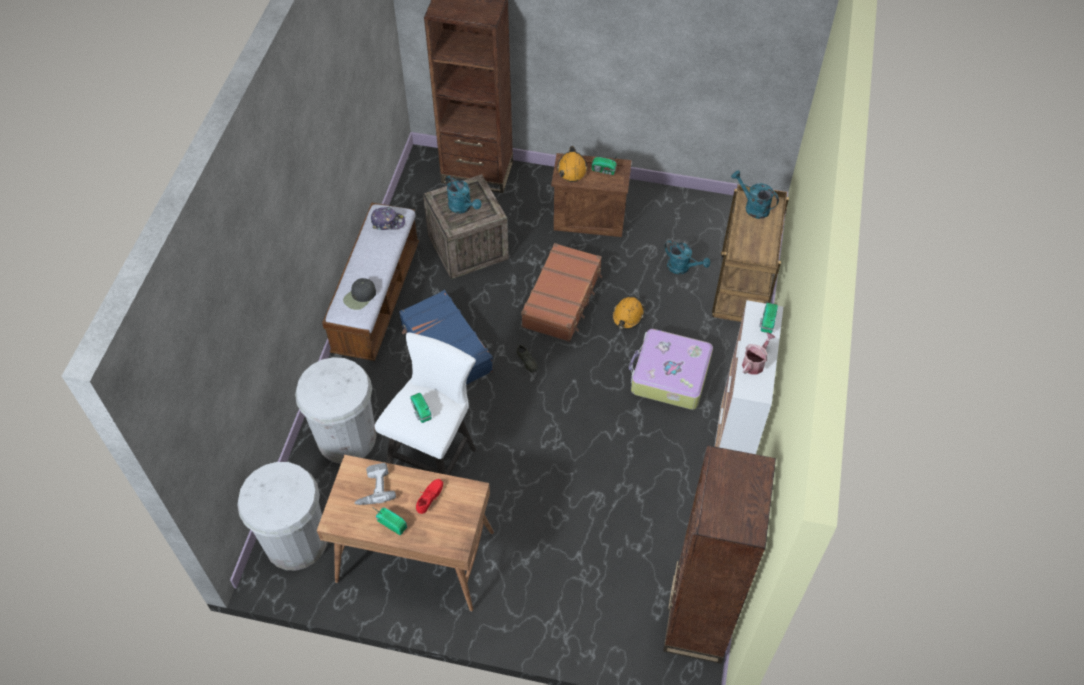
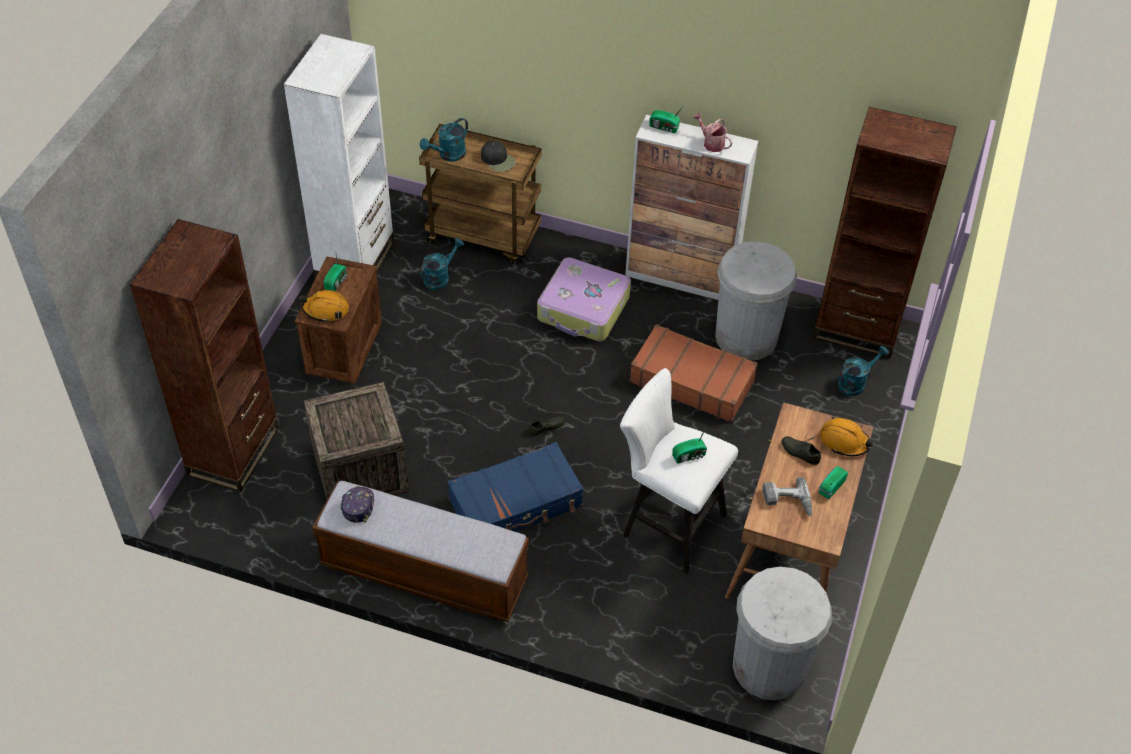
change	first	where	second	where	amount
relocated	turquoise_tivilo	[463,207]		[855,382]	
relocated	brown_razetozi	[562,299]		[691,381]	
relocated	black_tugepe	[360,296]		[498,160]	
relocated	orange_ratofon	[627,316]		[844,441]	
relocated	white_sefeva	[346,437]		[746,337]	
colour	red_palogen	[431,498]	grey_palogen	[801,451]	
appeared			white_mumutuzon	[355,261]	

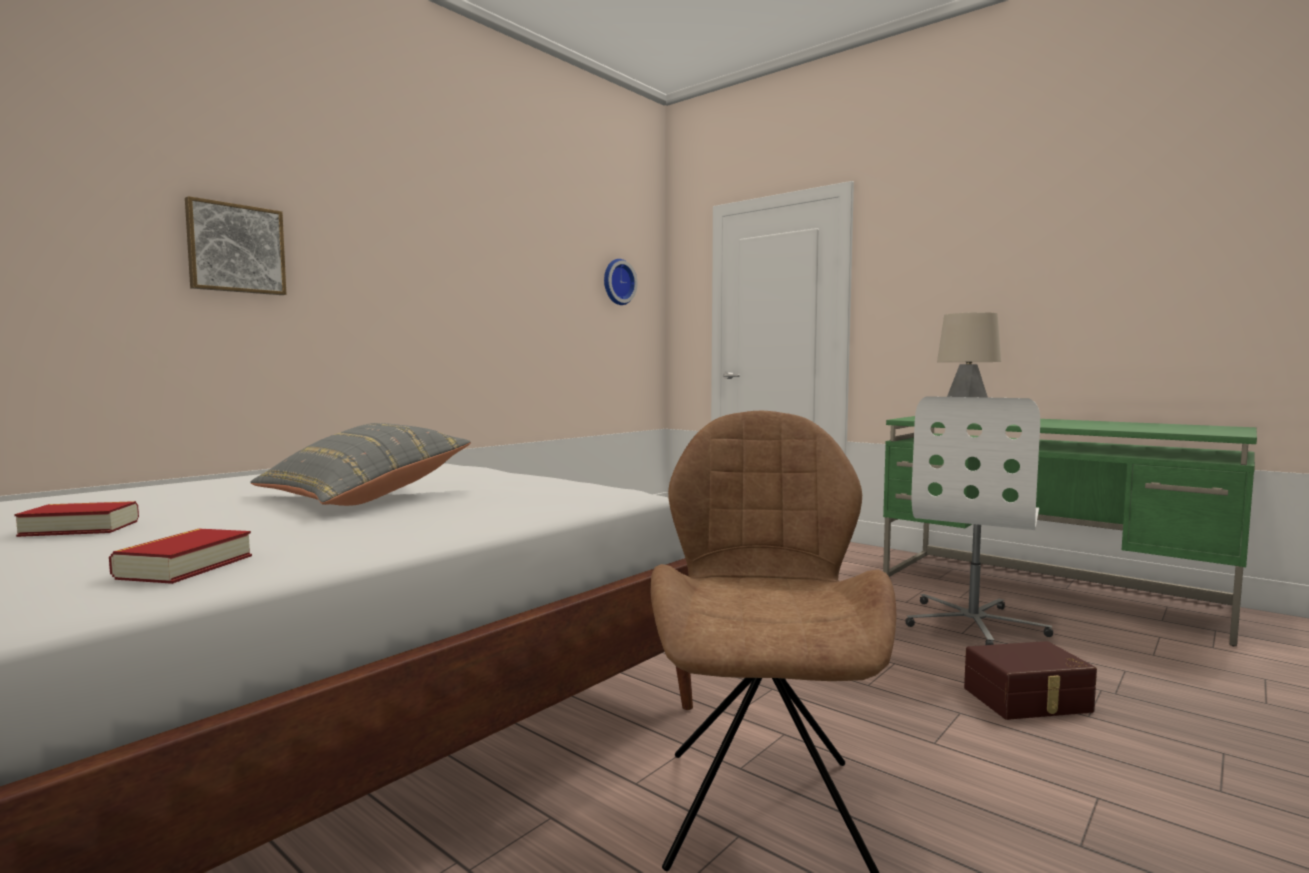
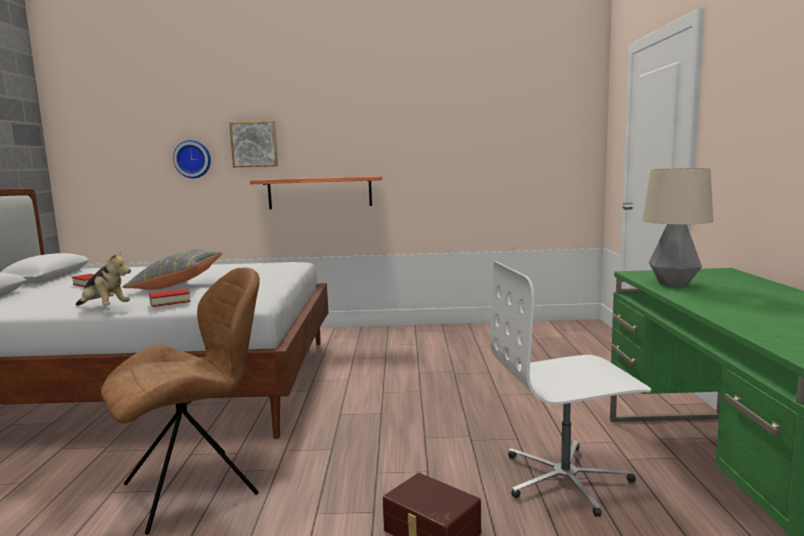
change	first	where	second	where	amount
relocated	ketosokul	[617,282]		[193,159]	
relocated	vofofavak	[185,567]		[170,302]	
appeared			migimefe	[320,192]	
appeared			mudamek	[104,308]	

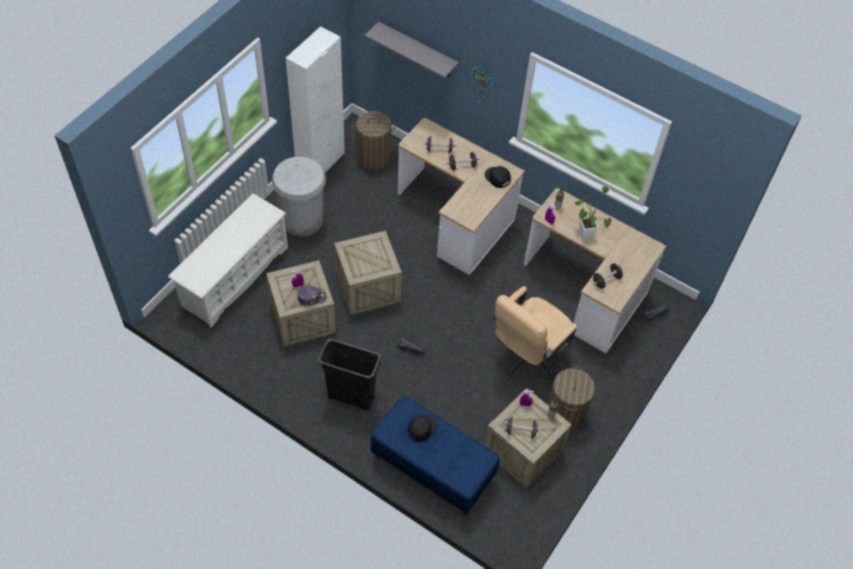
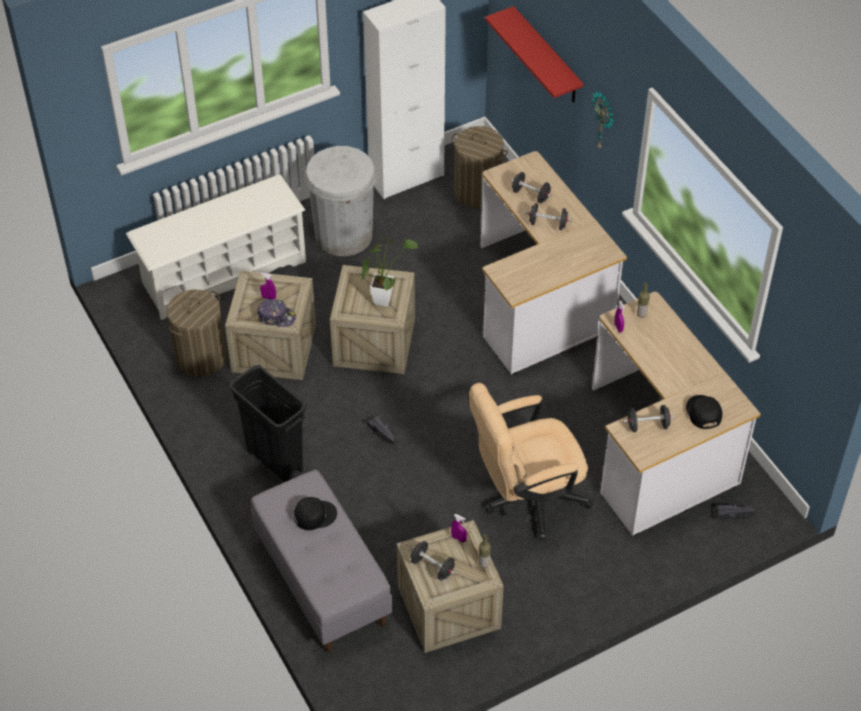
change	first	where	second	where	amount
colour	grey_migimefe	[417,50]	red_migimefe	[547,57]	
relocated	black_tugepe	[497,178]		[703,412]	
relocated	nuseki	[585,233]		[384,297]	
relocated	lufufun	[565,414]		[201,357]	
colour	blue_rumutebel	[432,468]	grey_rumutebel	[321,581]	

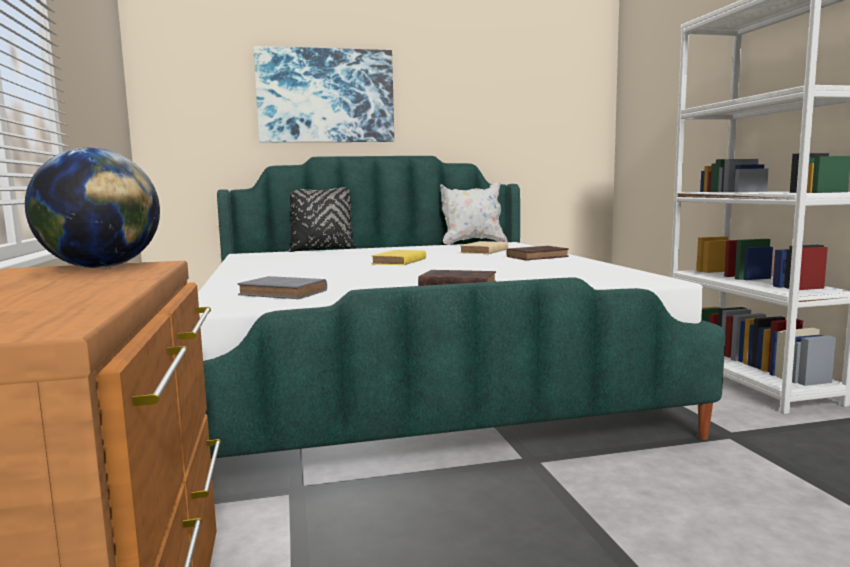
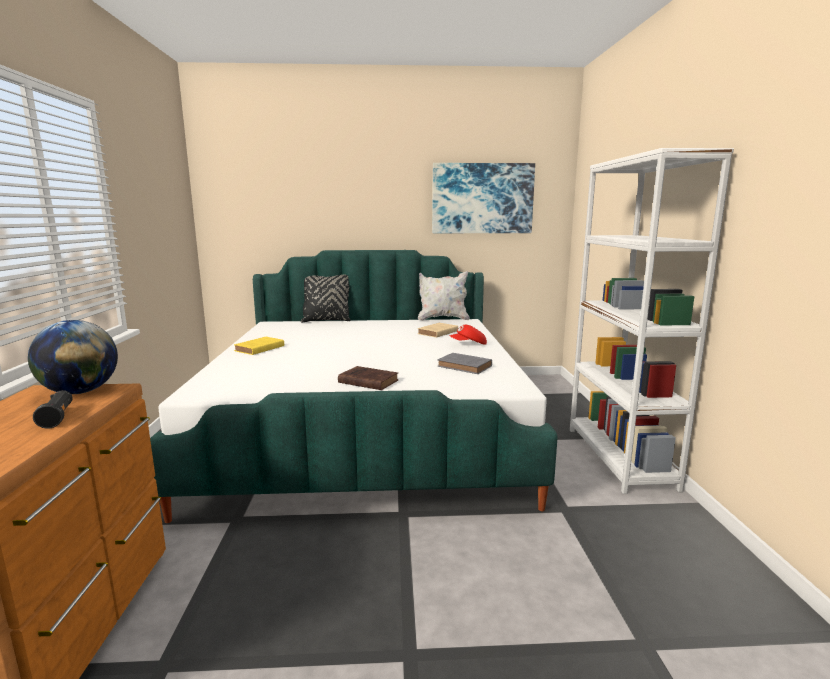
change	first	where	second	where	amount
relocated	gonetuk	[326,96]		[482,198]	
exchanged	brown_vofofavak	[538,257]	red_tugepe	[468,344]	
relocated	yellow_vofofavak	[398,262]		[258,349]	
relocated	grey_vofofavak	[285,293]		[466,366]	
appeared			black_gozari	[57,417]	

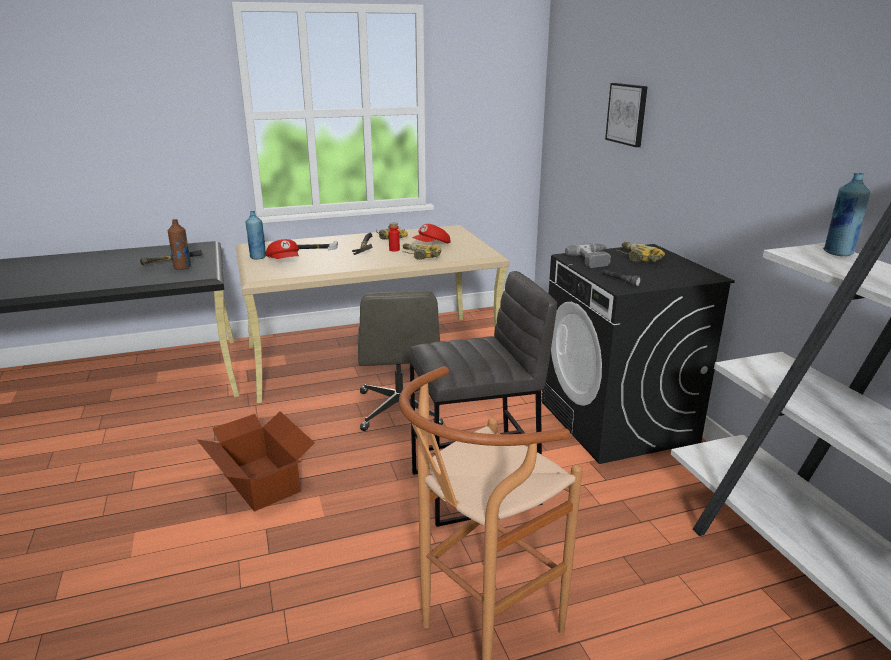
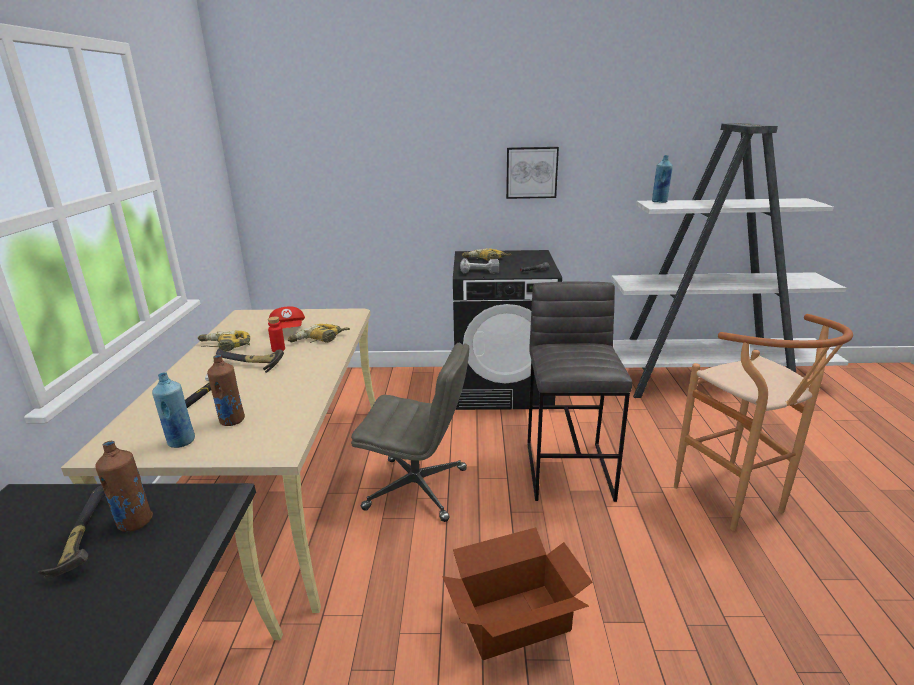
change	first	where	second	where	amount
relocated	gonetuk	[627,114]		[531,172]	
exchanged	red_tugepe	[284,261]	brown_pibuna	[231,420]	

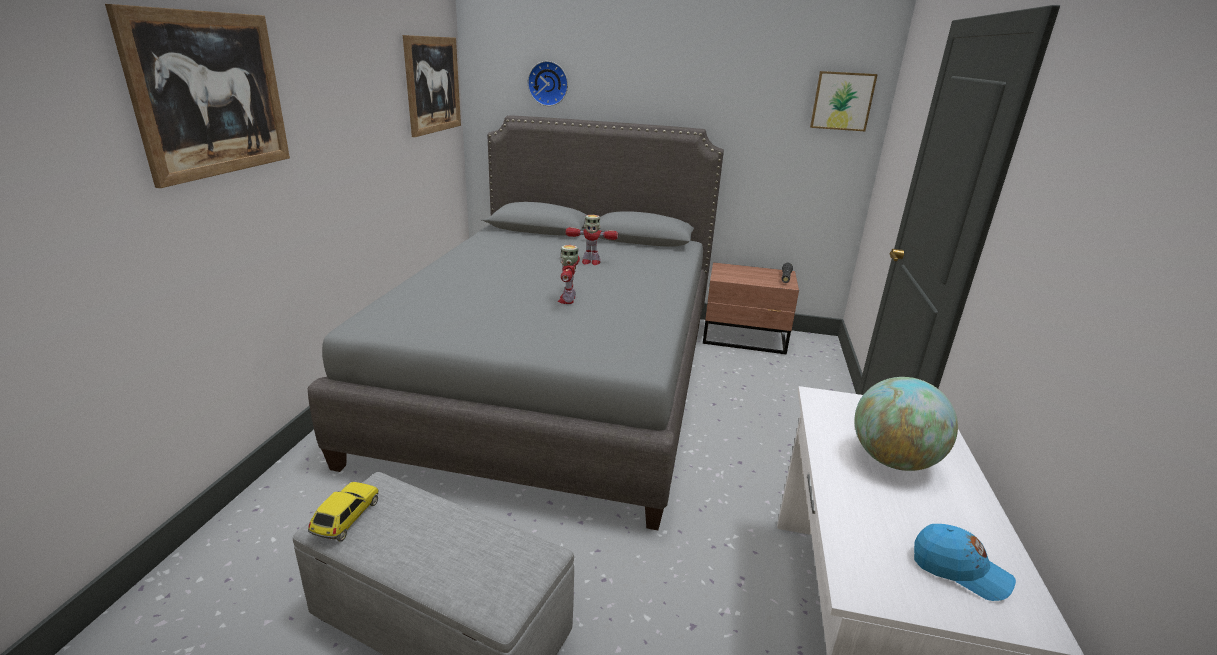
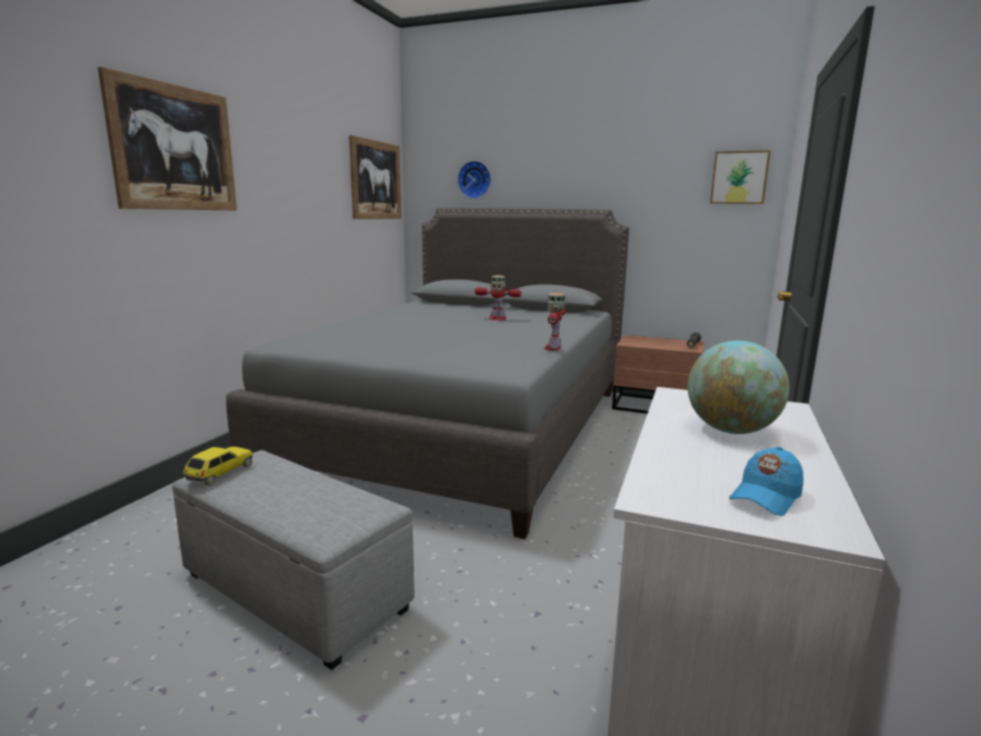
change	first	where	second	where	amount
relocated	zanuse	[568,299]		[553,348]	
spun	blue_tugepe	[959,571]		[766,497]	90 degrees clockwise

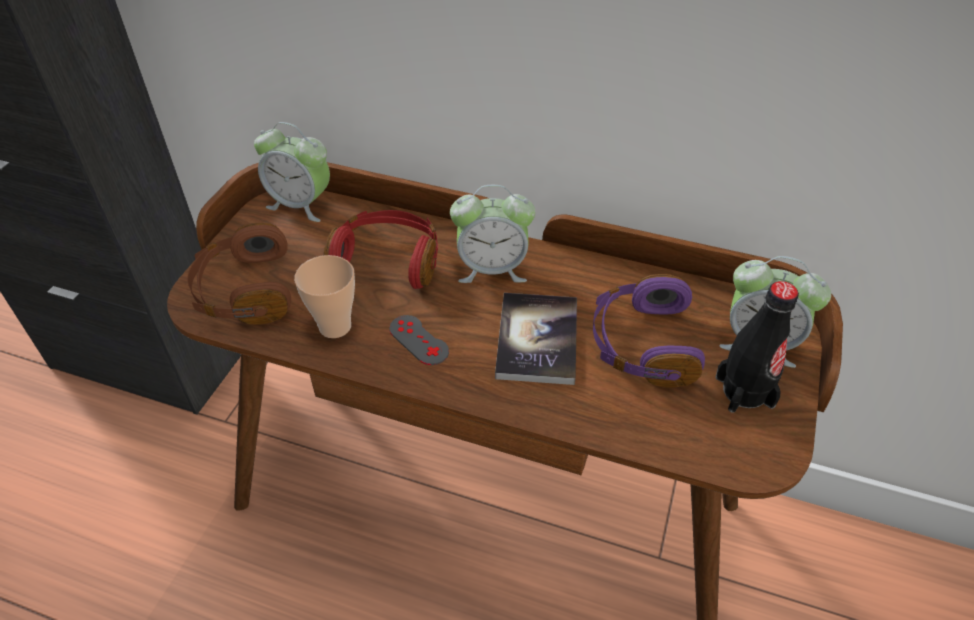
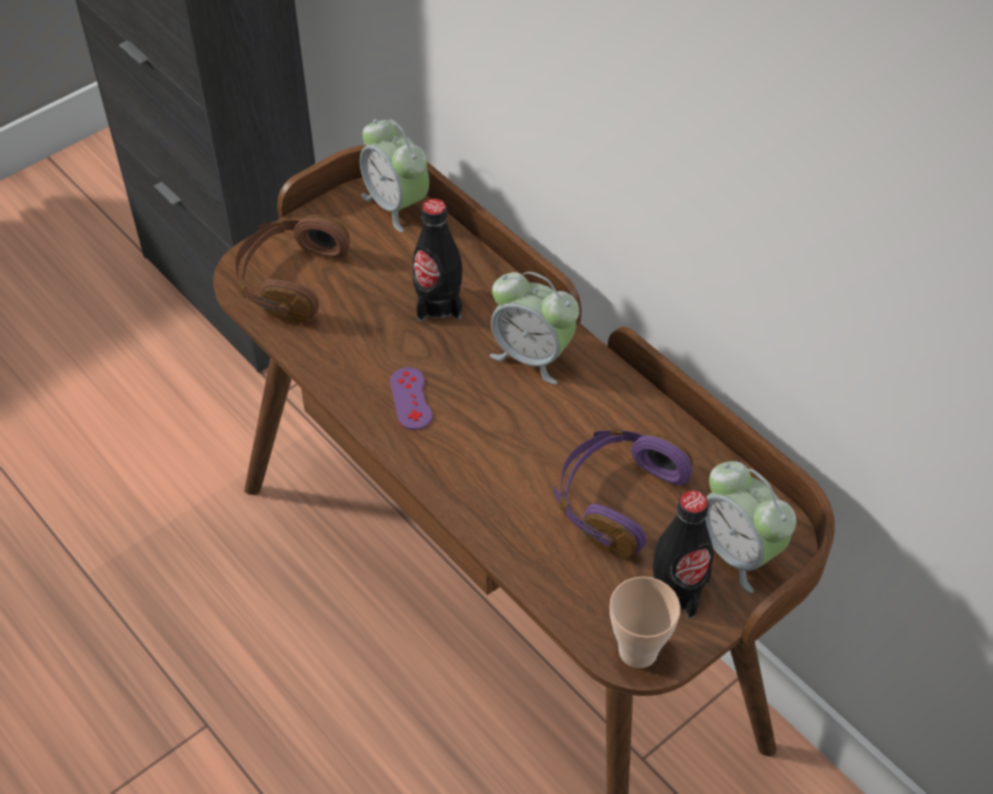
change	first	where	second	where	amount
exchanged	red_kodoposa	[388,260]	black_pibuna	[438,304]	
relocated	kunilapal	[335,326]		[638,651]	
missing	vofofavak	[537,339]			
colour	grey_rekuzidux	[419,340]	purple_rekuzidux	[411,399]	

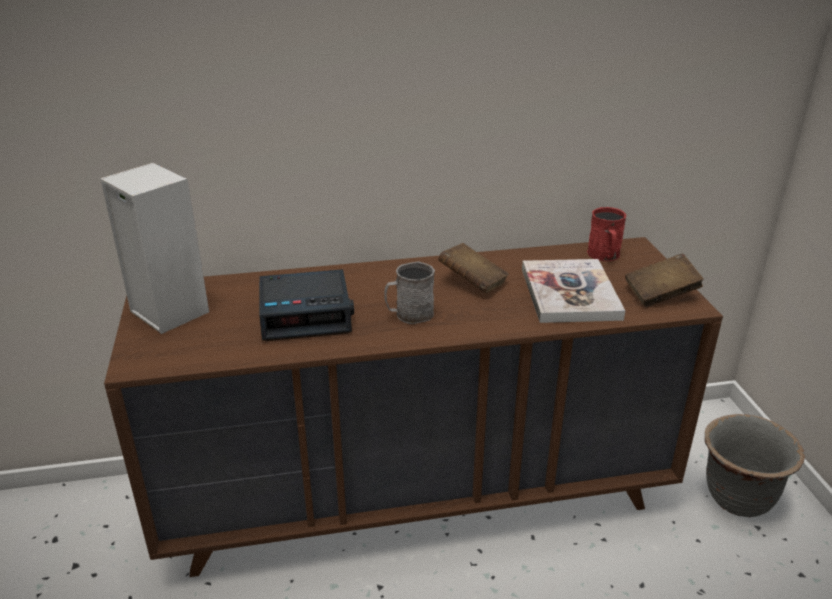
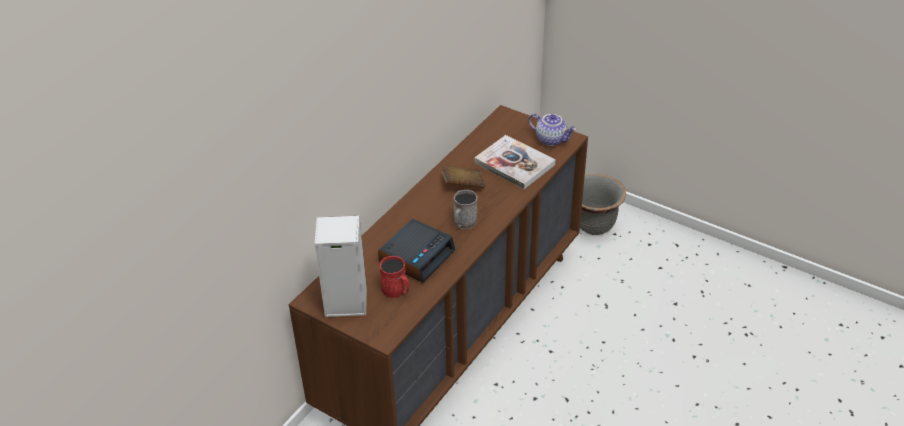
change	first	where	second	where	amount
relocated	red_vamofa	[604,256]		[397,290]	
exchanged	brown_vofofavak	[661,295]	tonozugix	[551,139]	

